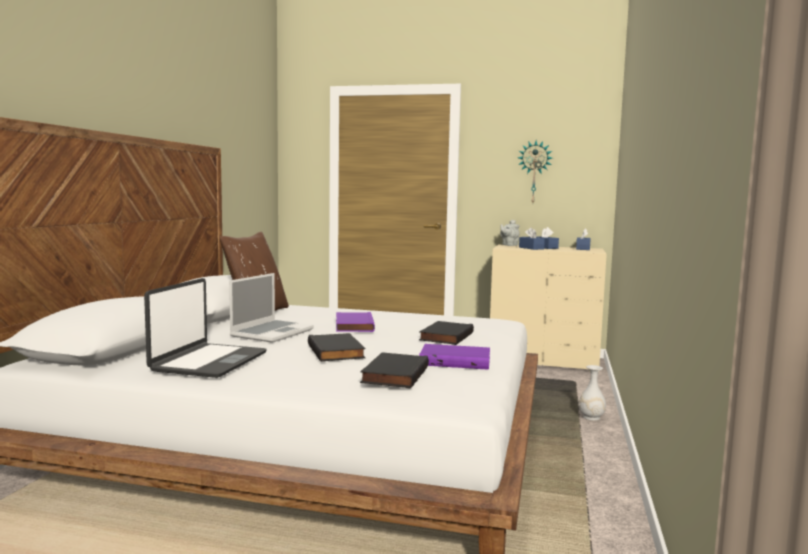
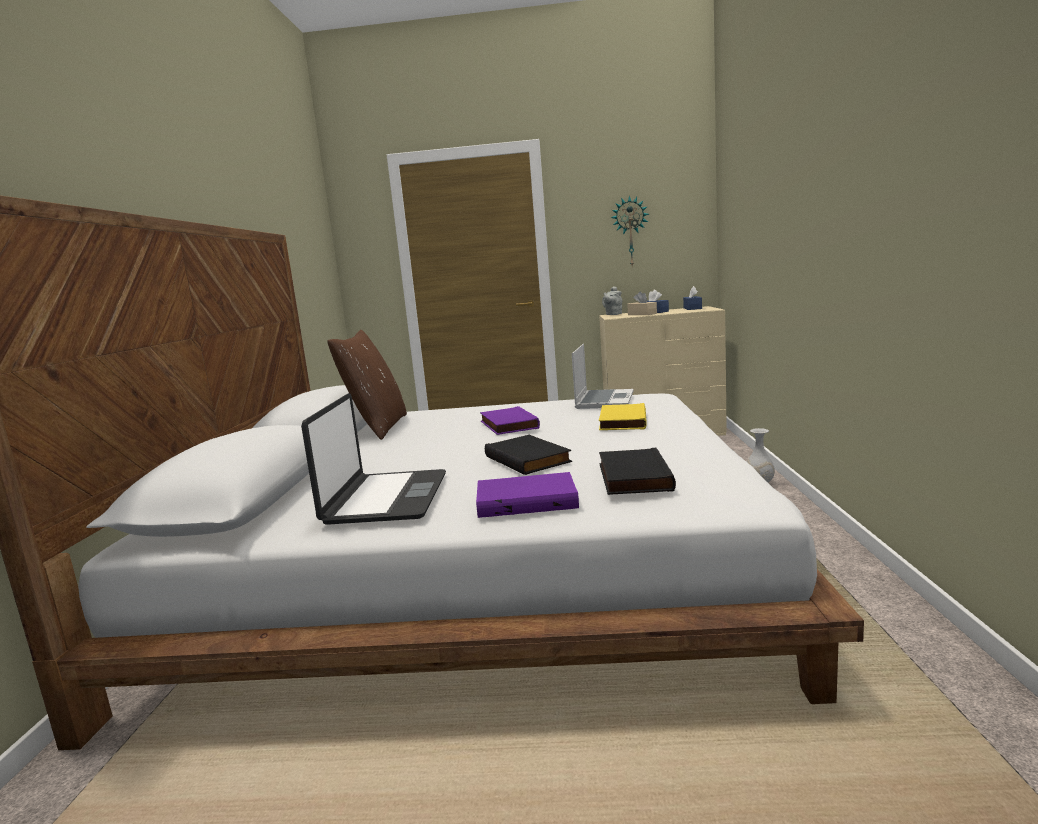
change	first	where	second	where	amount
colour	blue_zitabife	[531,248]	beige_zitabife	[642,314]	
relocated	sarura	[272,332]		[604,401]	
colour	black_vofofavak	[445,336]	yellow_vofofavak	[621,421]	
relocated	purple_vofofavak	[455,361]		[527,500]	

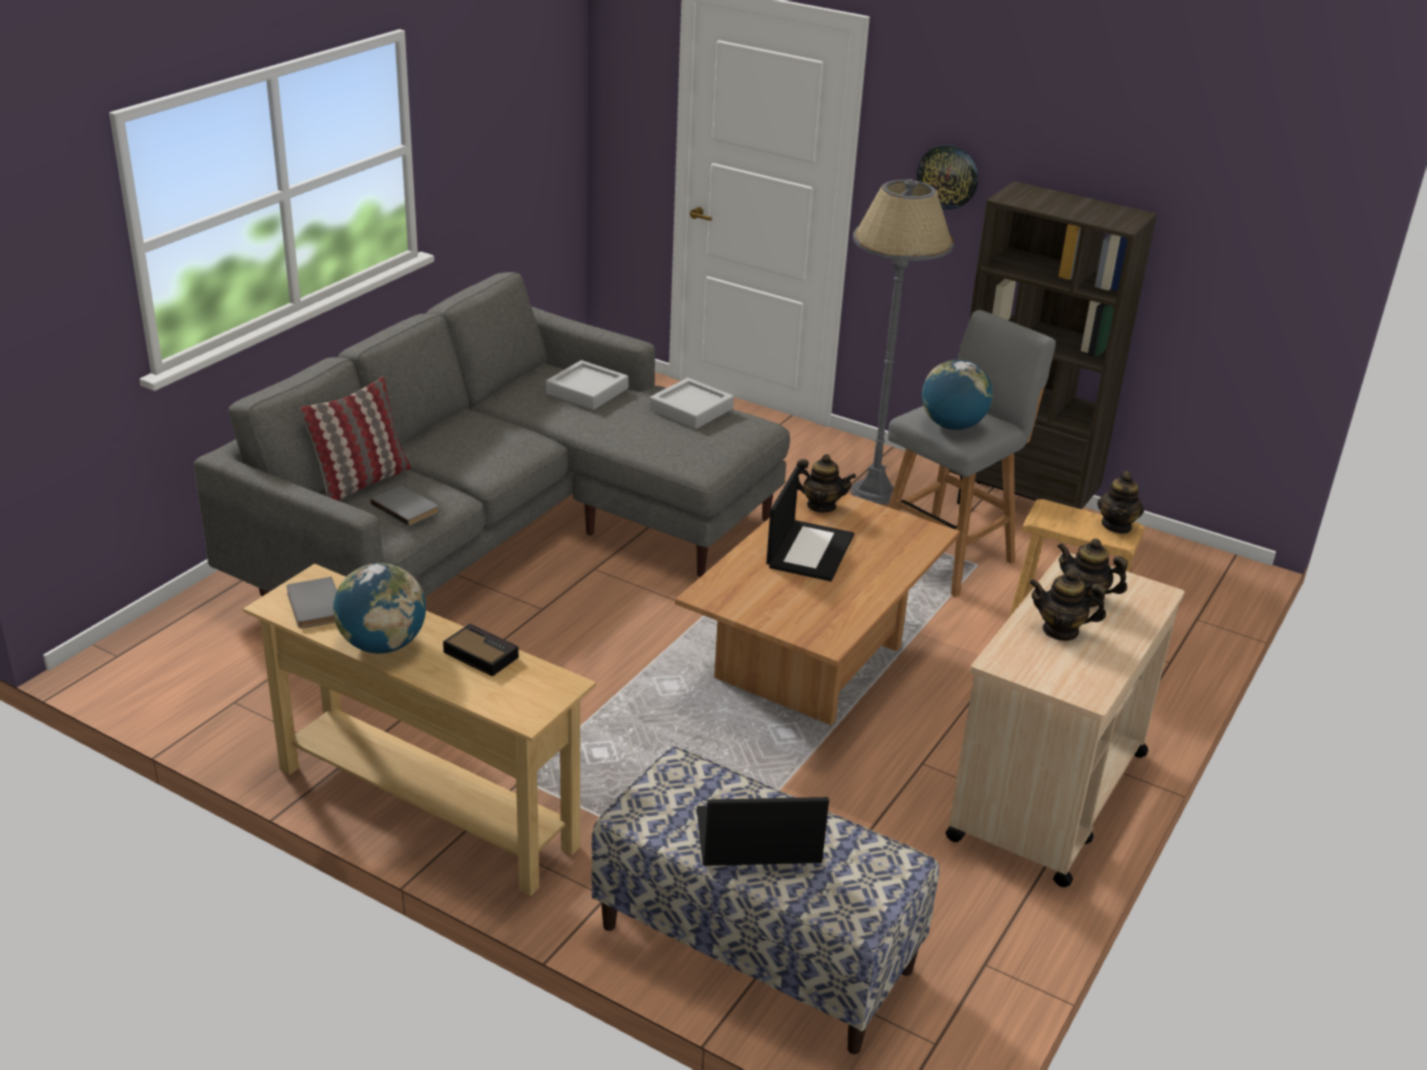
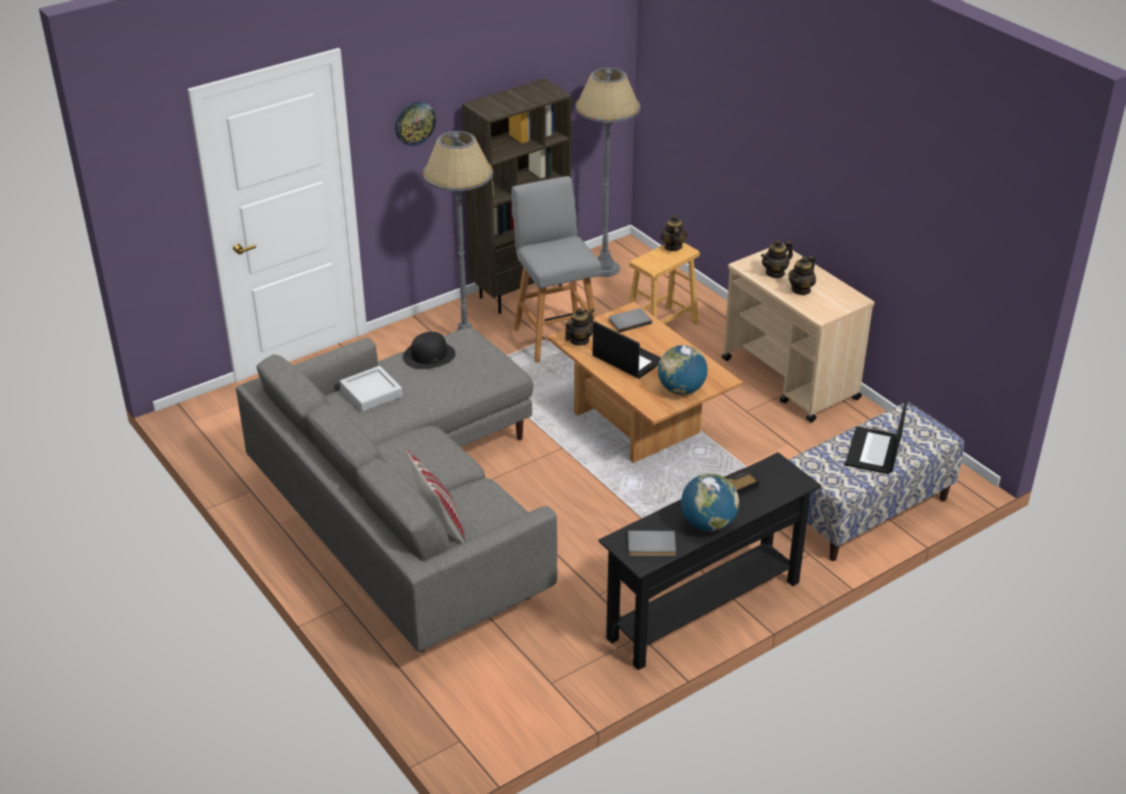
change	first	where	second	where	amount
relocated	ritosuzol	[952,425]		[681,390]	
exchanged	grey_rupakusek	[691,409]	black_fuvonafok	[429,355]	
spun	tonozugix	[1117,525]		[673,247]	135 degrees counterclockwise
relocated	grey_vofofavak	[406,507]		[629,321]	
colour	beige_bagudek	[425,808]	black_bagudek	[705,610]	
appeared			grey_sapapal	[604,268]	

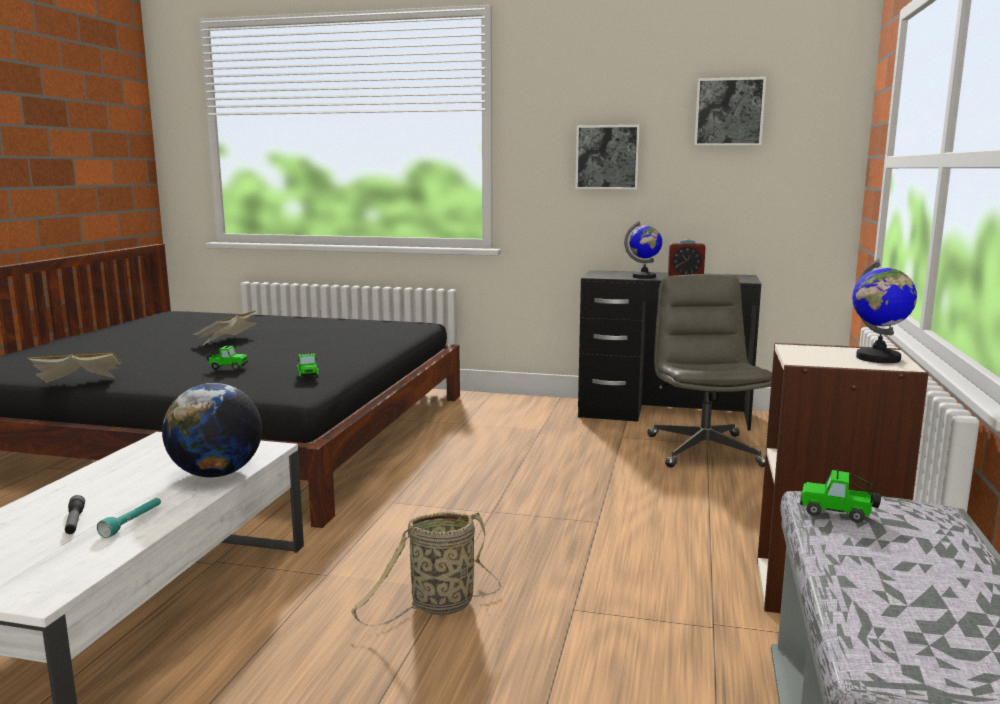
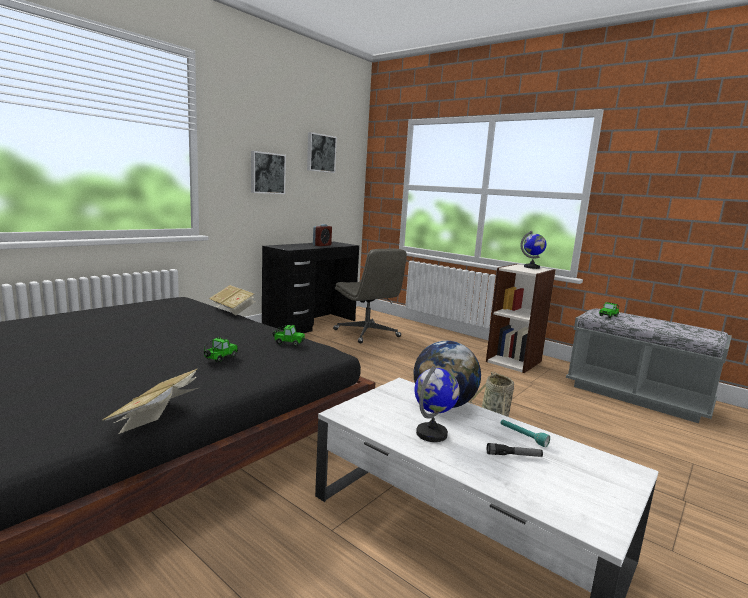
change	first	where	second	where	amount
relocated	ritosuzol	[644,277]		[432,434]	
spun	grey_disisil	[703,450]		[367,333]	150 degrees counterclockwise
relocated	vofofavak	[228,340]		[232,310]	

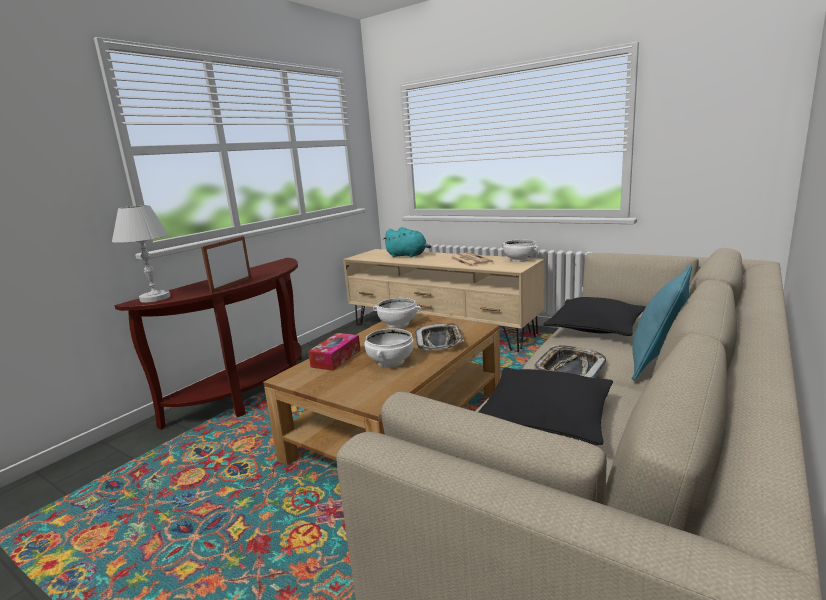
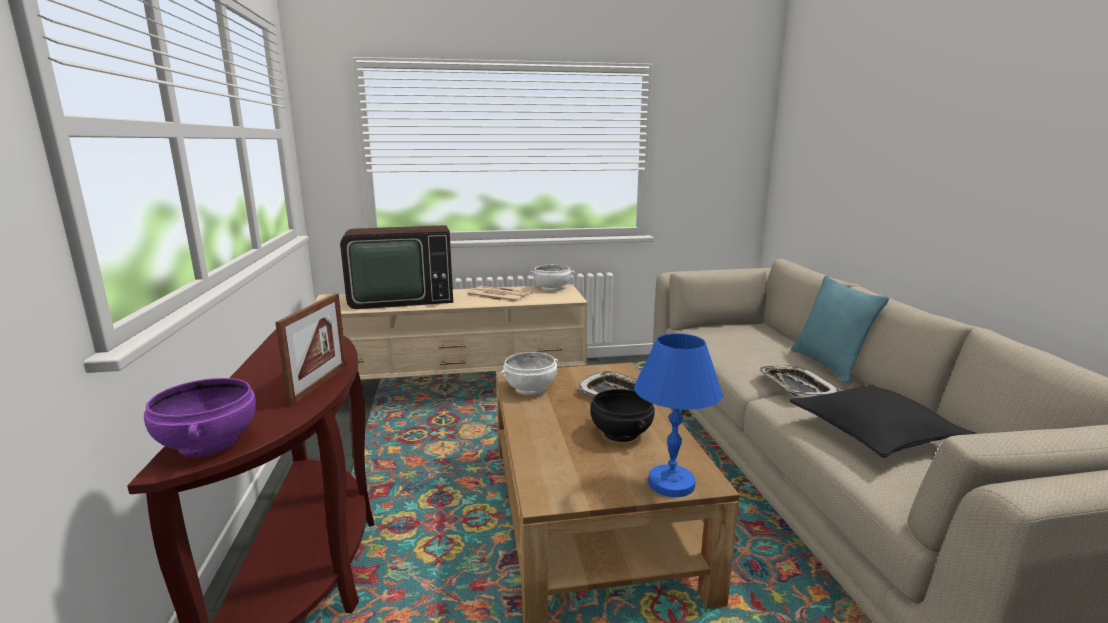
change	first	where	second	where	amount
exchanged	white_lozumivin	[155,298]	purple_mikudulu	[207,443]	
exchanged	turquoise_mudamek	[408,256]	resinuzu	[400,299]	
spun	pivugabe	[231,285]		[319,384]	150 degrees counterclockwise
missing	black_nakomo	[595,328]			
colour	white_mikudulu	[390,361]	black_mikudulu	[620,433]	
missing	zitabife	[336,358]			
appeared			blue_lozumivin	[671,483]	

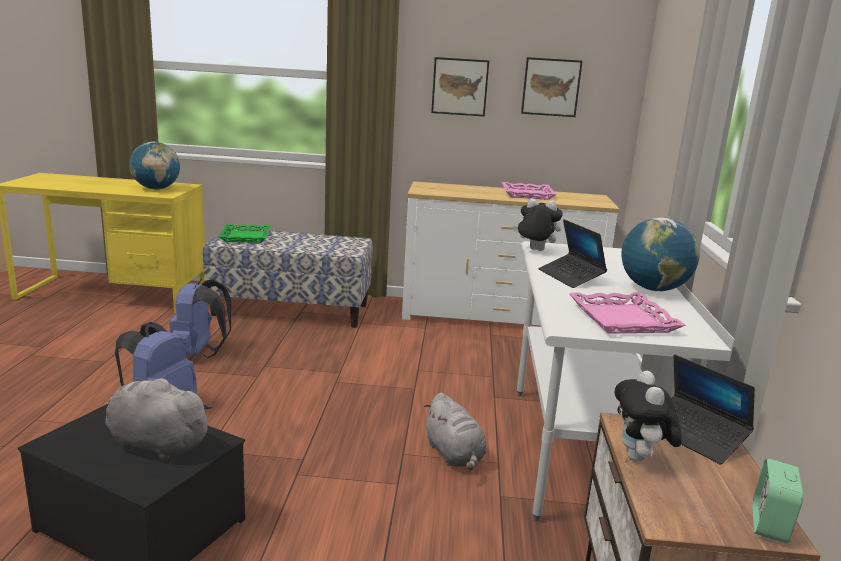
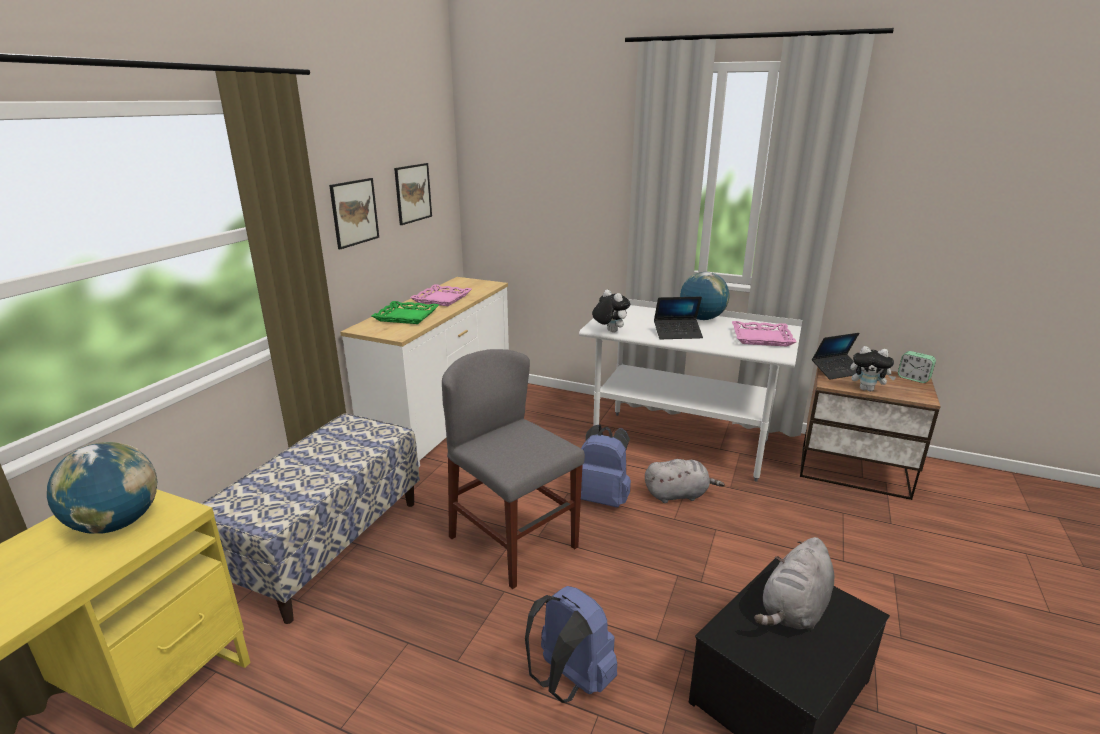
change	first	where	second	where	amount
spun	mudamek	[534,250]		[609,331]	105 degrees clockwise
relocated	green_rupakusek	[246,237]		[407,316]	
relocated	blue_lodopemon	[199,354]		[602,498]	
appeared			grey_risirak	[513,542]	

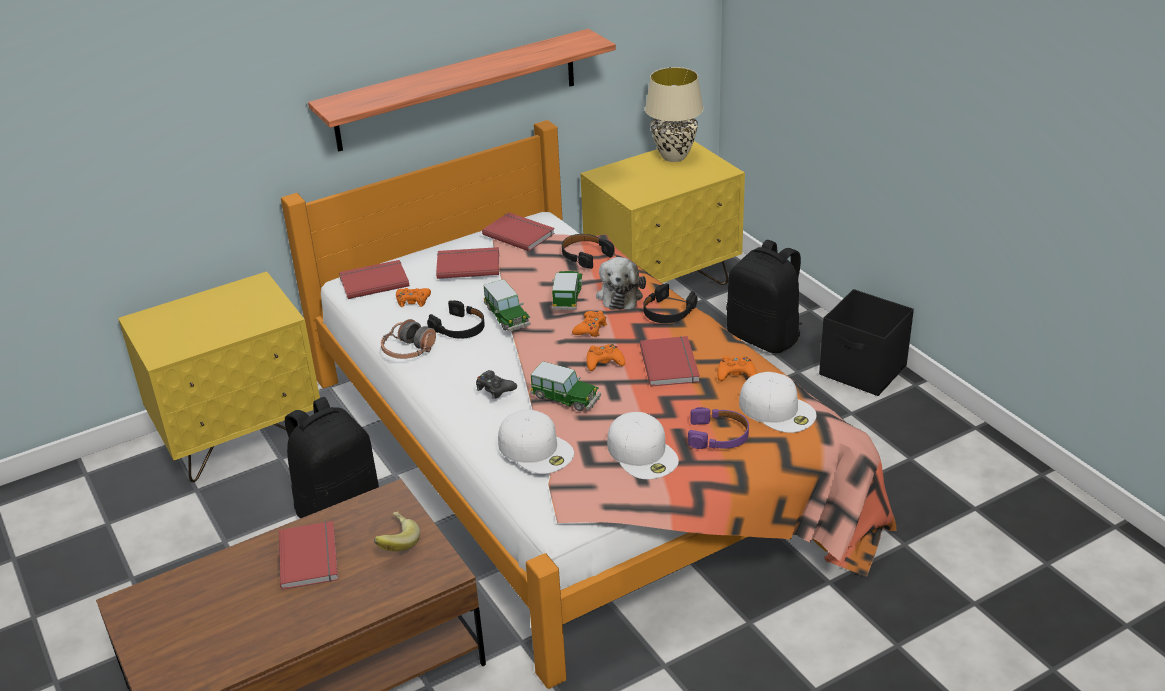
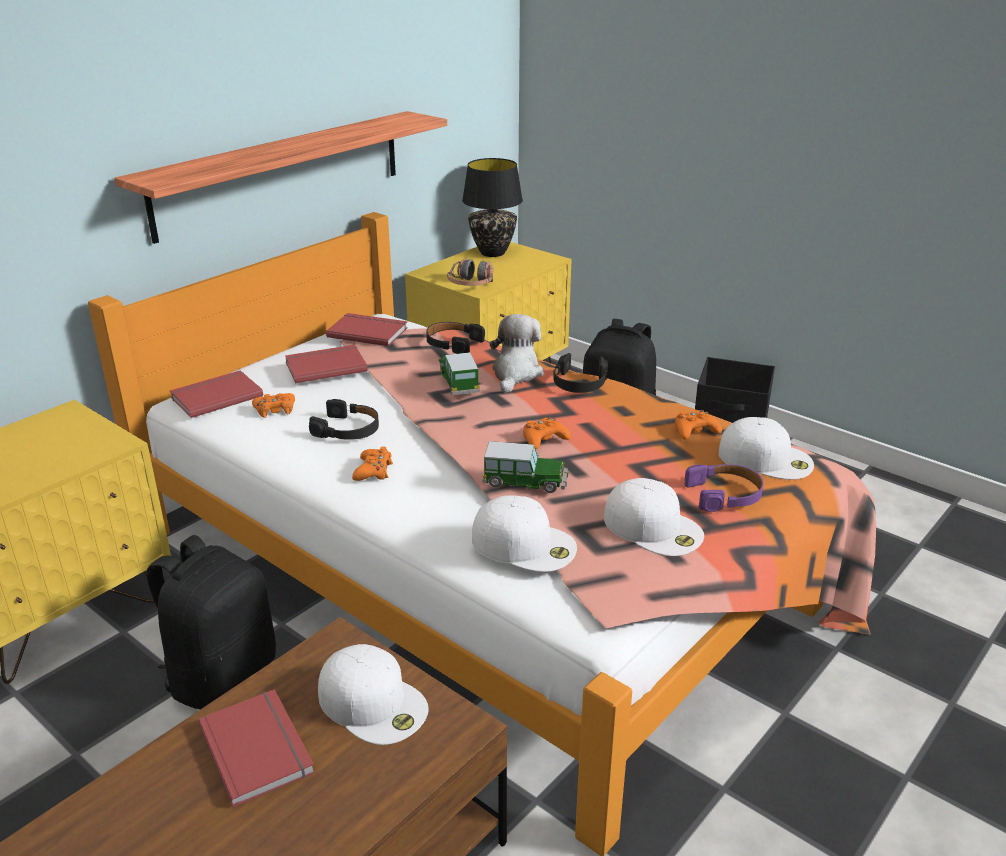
change	first	where	second	where	amount
colour	beige_lozumivin	[674,157]	black_lozumivin	[493,253]	
spun	mudamek	[620,295]		[515,374]	150 degrees counterclockwise
missing	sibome	[507,317]			
relocated	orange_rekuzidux	[590,329]		[373,471]	
relocated	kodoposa	[409,350]		[471,284]	
missing	red_vofofavak	[671,363]			
missing	black_rekuzidux	[495,389]			
exchanged	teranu	[395,543]	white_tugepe	[374,703]	

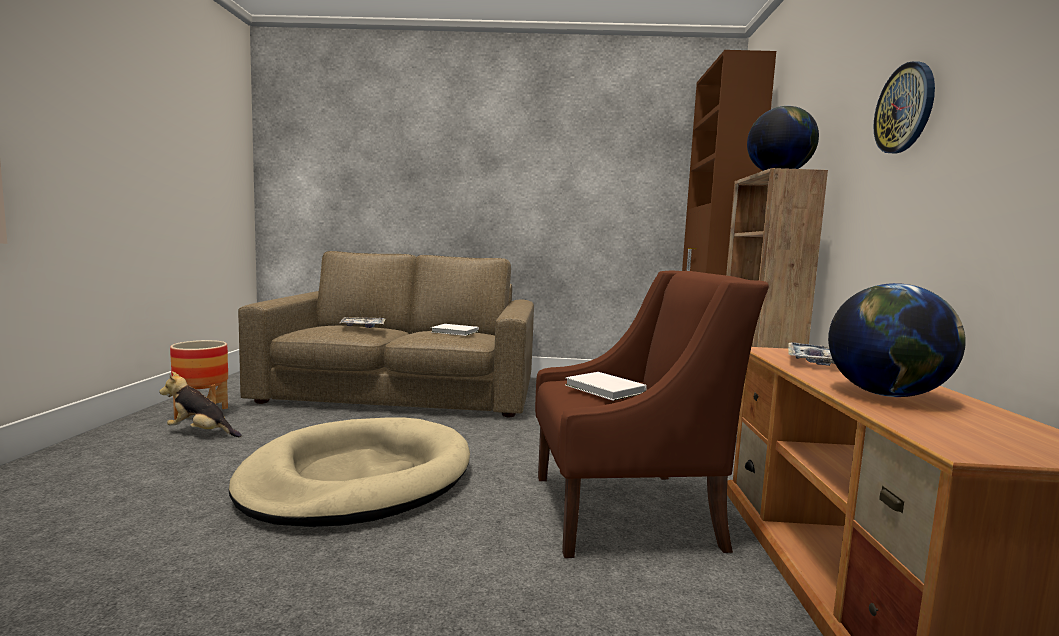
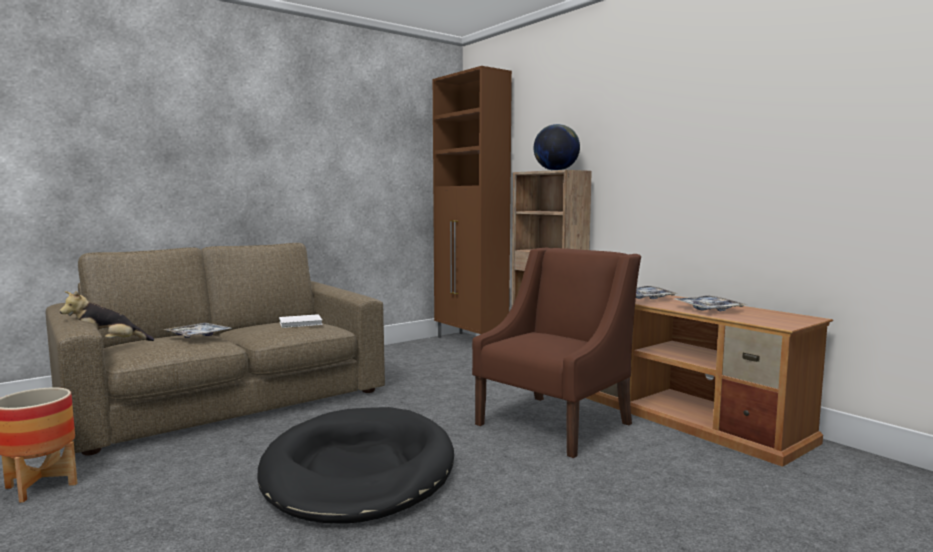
change	first	where	second	where	amount
missing	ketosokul	[905,108]			
exchanged	ritosuzol	[886,395]	rupakusek	[708,309]	
relocated	mudamek	[201,433]		[107,346]	
missing	white_vofofavak	[605,389]			
colour	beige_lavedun	[358,478]	black_lavedun	[359,471]	

